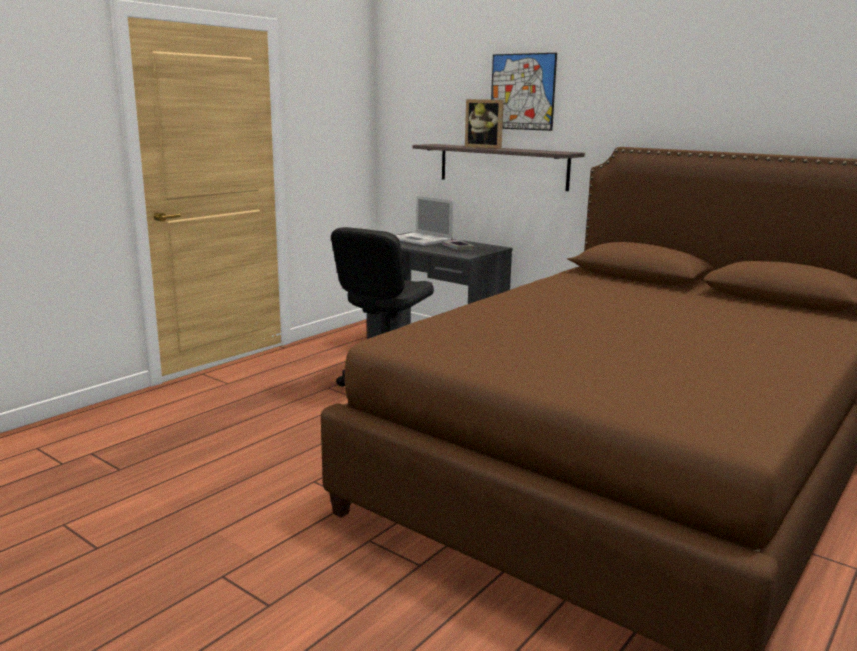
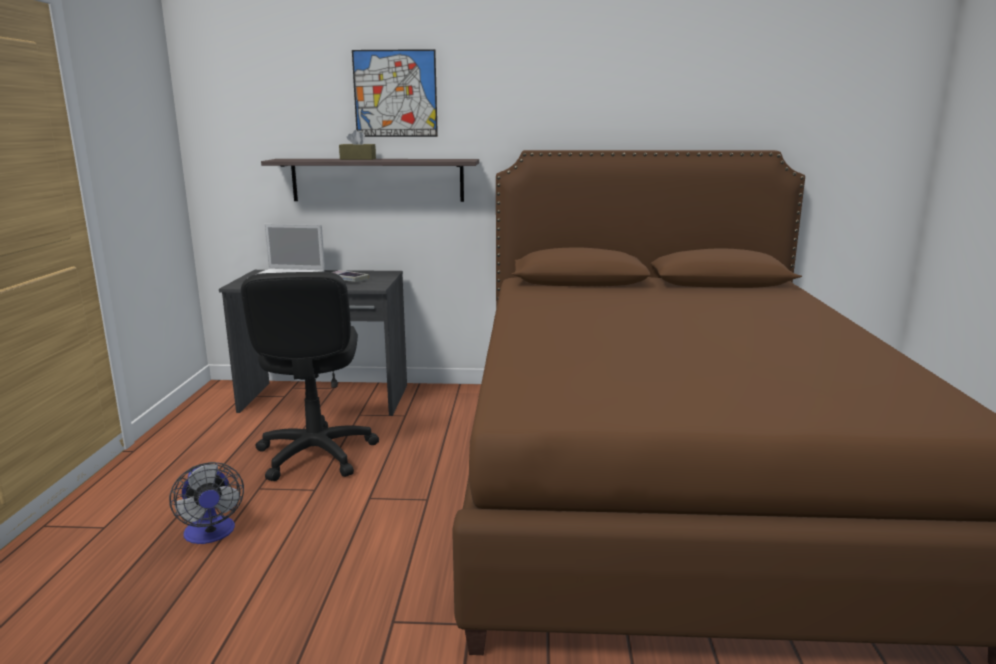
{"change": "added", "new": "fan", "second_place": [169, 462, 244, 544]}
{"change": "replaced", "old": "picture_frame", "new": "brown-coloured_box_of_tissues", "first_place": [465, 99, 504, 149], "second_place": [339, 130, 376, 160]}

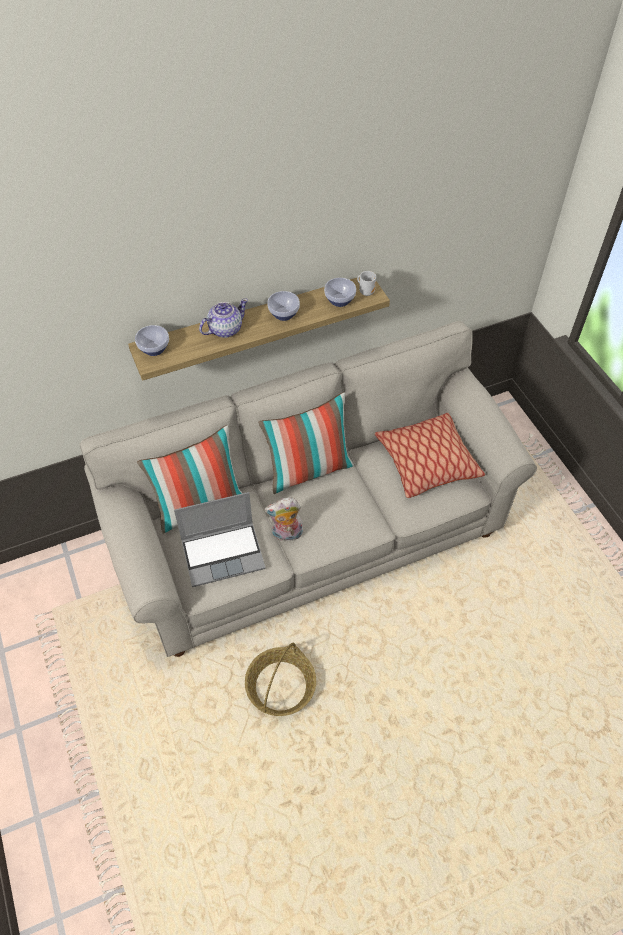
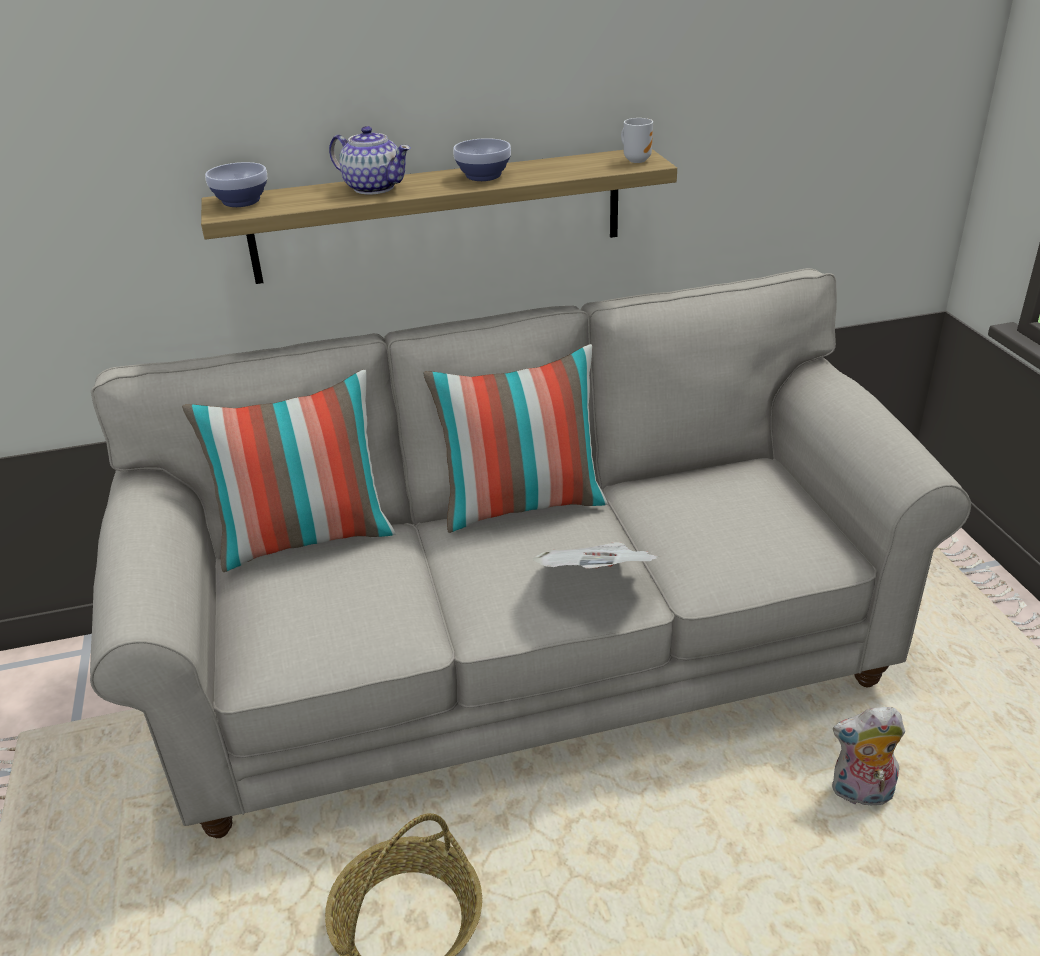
{"change": "turned", "old": "tea_pot", "first_place": [199, 298, 248, 338], "second_place": [329, 126, 411, 194], "degrees": 60}
{"change": "added", "new": "newspaper", "second_place": [533, 542, 660, 569]}
{"change": "moved", "old": "soft_toy", "first_place": [264, 497, 303, 541], "second_place": [832, 707, 905, 805]}
{"change": "removed", "old": "laptop", "first_place": [174, 492, 266, 587]}
{"change": "removed", "old": "serving_bowl", "first_place": [324, 278, 356, 307]}
{"change": "removed", "old": "pillow", "first_place": [375, 413, 485, 498]}

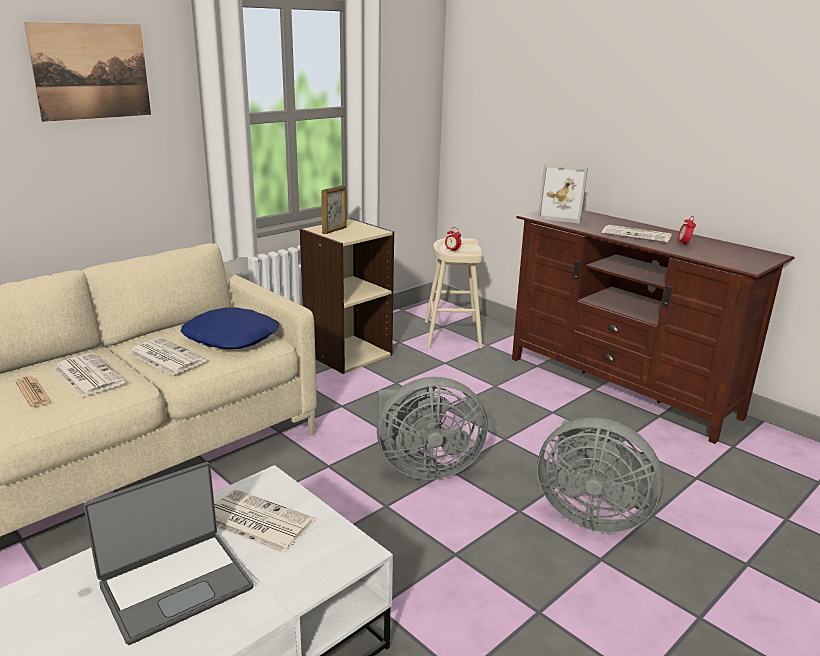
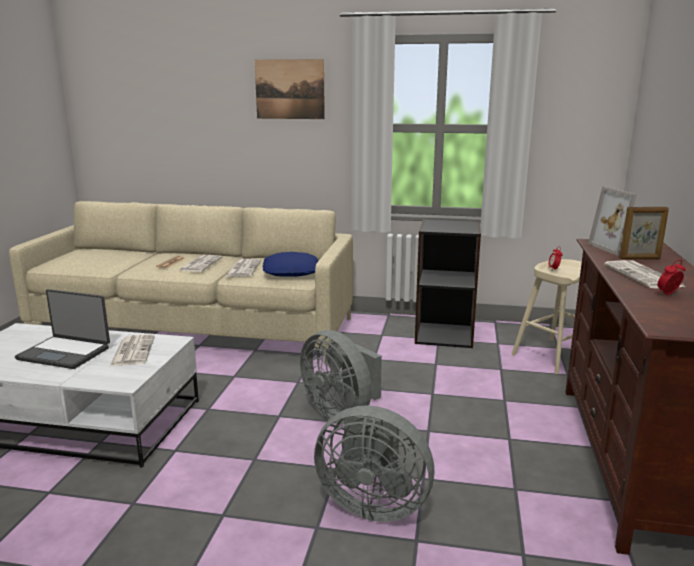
{"change": "turned", "old": "greyish_fan", "first_place": [537, 417, 664, 533], "second_place": [314, 405, 434, 522], "degrees": -60}
{"change": "recoloured", "old": "beige-coloured_shelving_unit", "new": "black-coloured_shelving_unit", "first_place": [300, 219, 394, 374], "second_place": [415, 219, 481, 348]}
{"change": "moved", "old": "picture_frame", "first_place": [321, 185, 347, 234], "second_place": [619, 207, 669, 259]}

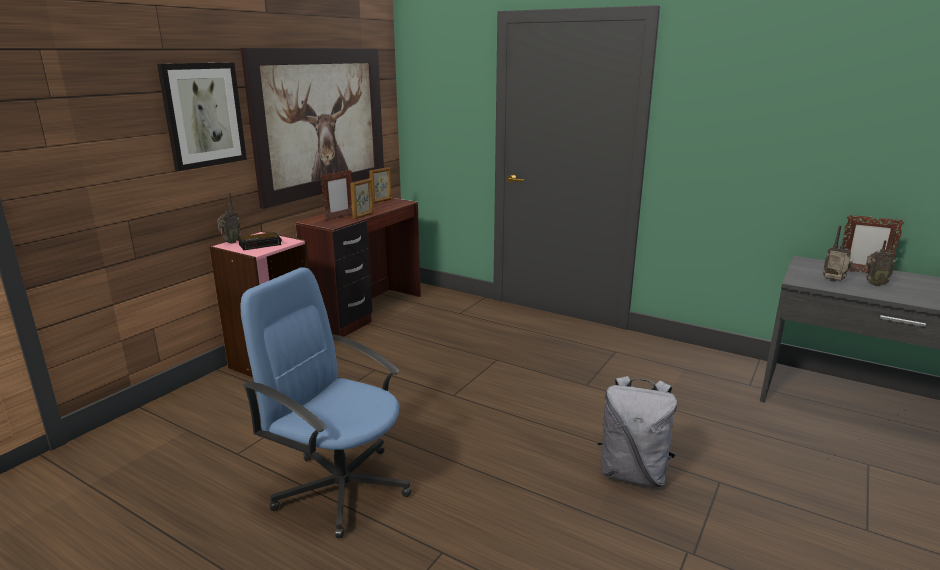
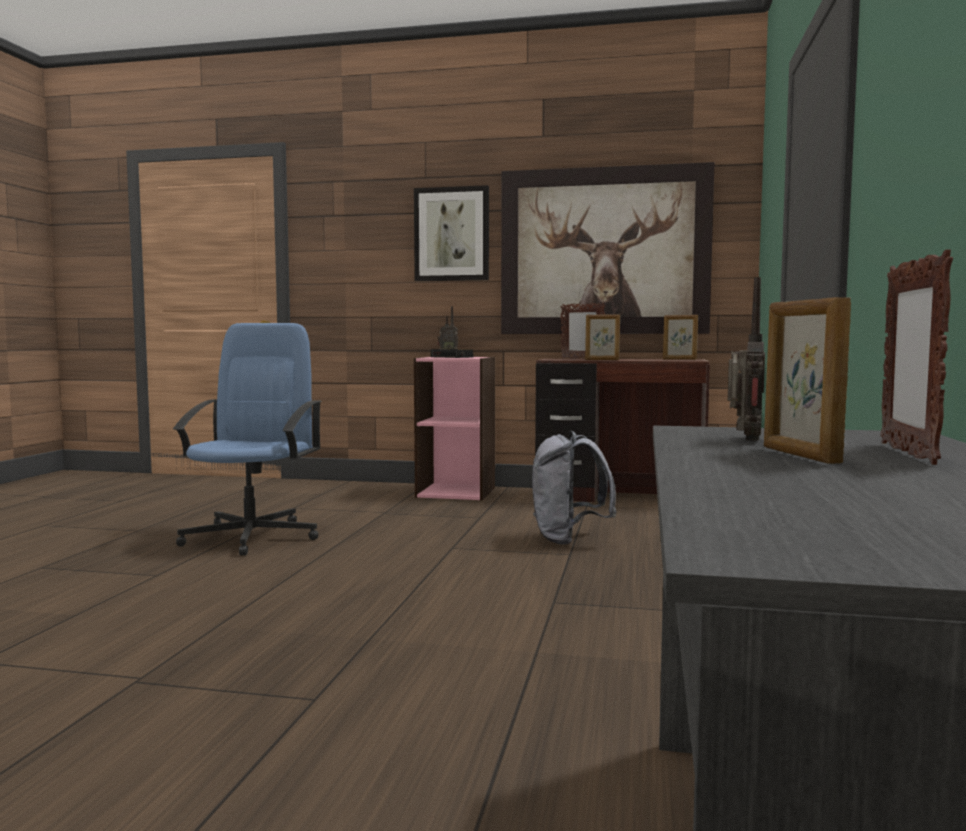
{"change": "moved", "old": "greyish_knapsack", "first_place": [598, 376, 677, 487], "second_place": [532, 431, 617, 545]}
{"change": "replaced", "old": "radio_receiver", "new": "picture_frame", "first_place": [865, 230, 896, 286], "second_place": [764, 297, 851, 464]}

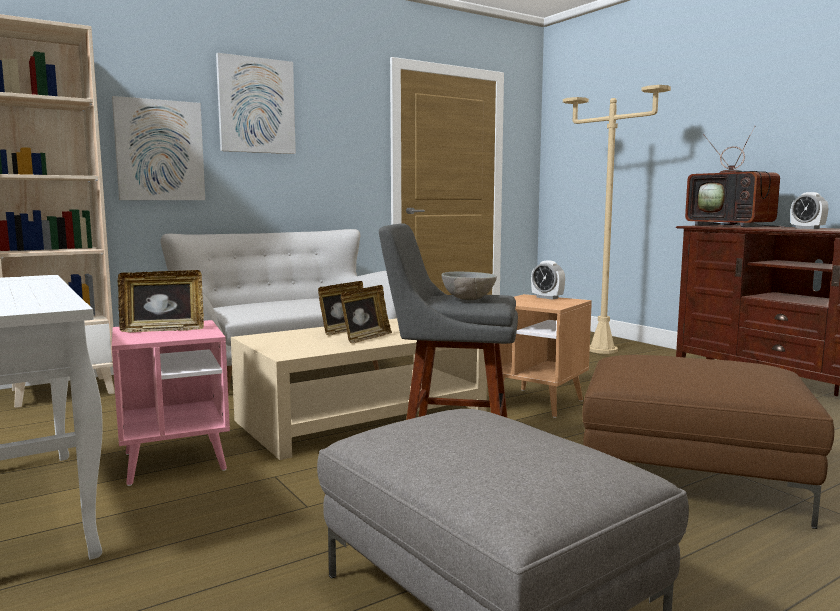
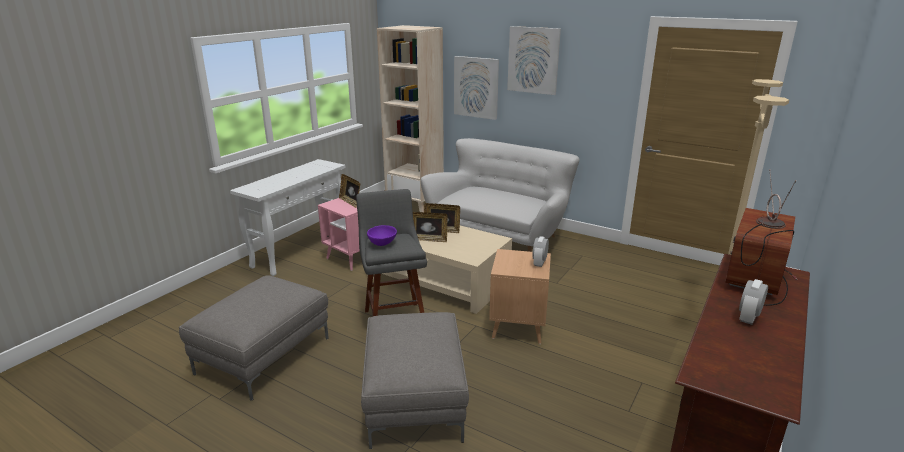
{"change": "recoloured", "old": "brown-coloured_ottoman", "new": "greyish_ottoman", "first_place": [582, 355, 834, 529], "second_place": [361, 312, 469, 449]}
{"change": "recoloured", "old": "greyish_serving_bowl", "new": "purplish_serving_bowl", "first_place": [441, 272, 497, 300], "second_place": [367, 225, 397, 246]}

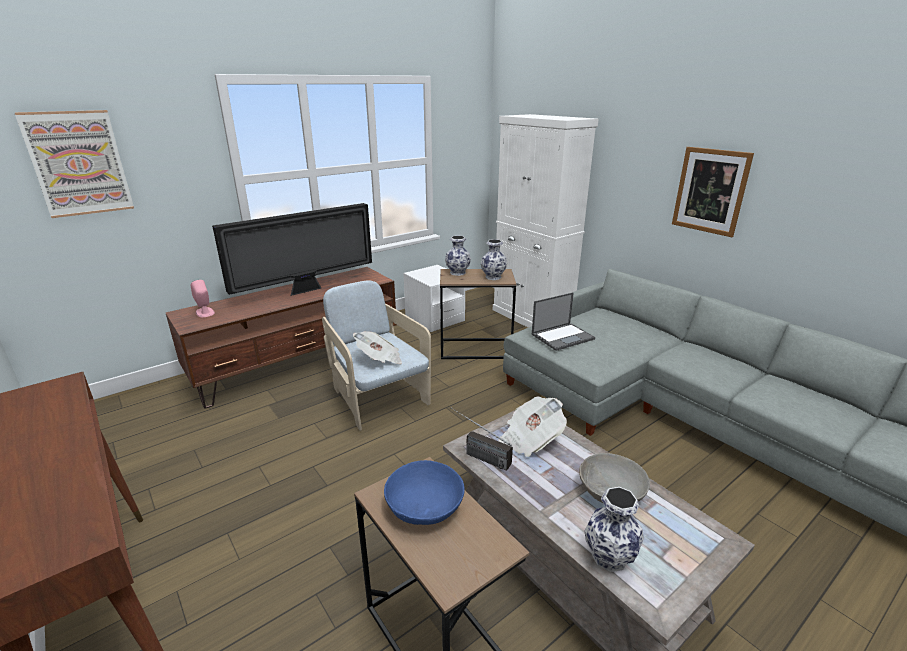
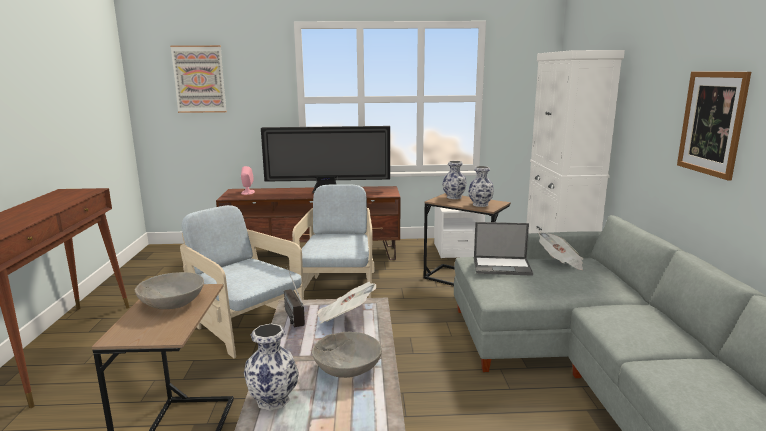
{"change": "recoloured", "old": "blue_serving_bowl", "new": "greyish_serving_bowl", "first_place": [384, 460, 465, 525], "second_place": [135, 272, 204, 309]}
{"change": "added", "new": "beige-coloured_lounge_chair", "second_place": [180, 205, 303, 358]}
{"change": "moved", "old": "newspaper", "first_place": [353, 331, 402, 364], "second_place": [539, 232, 583, 270]}

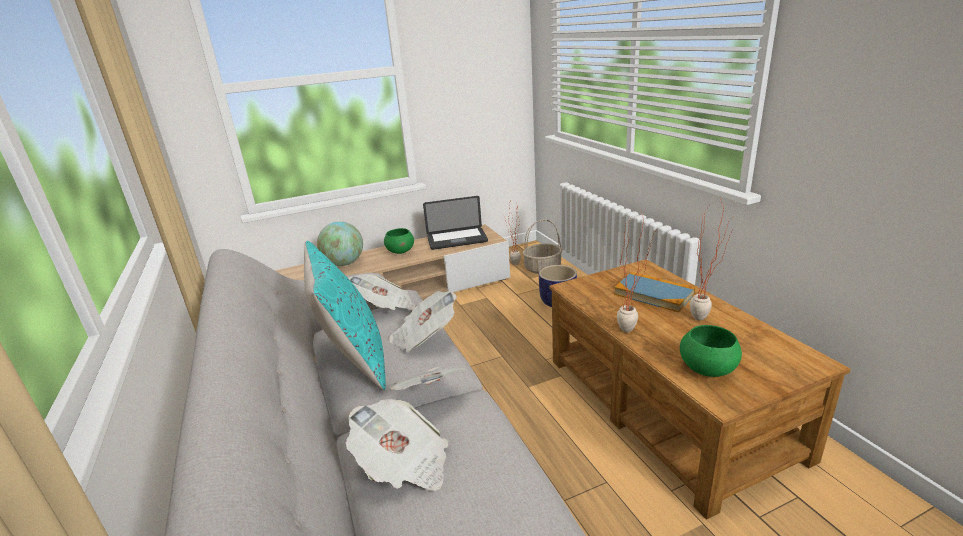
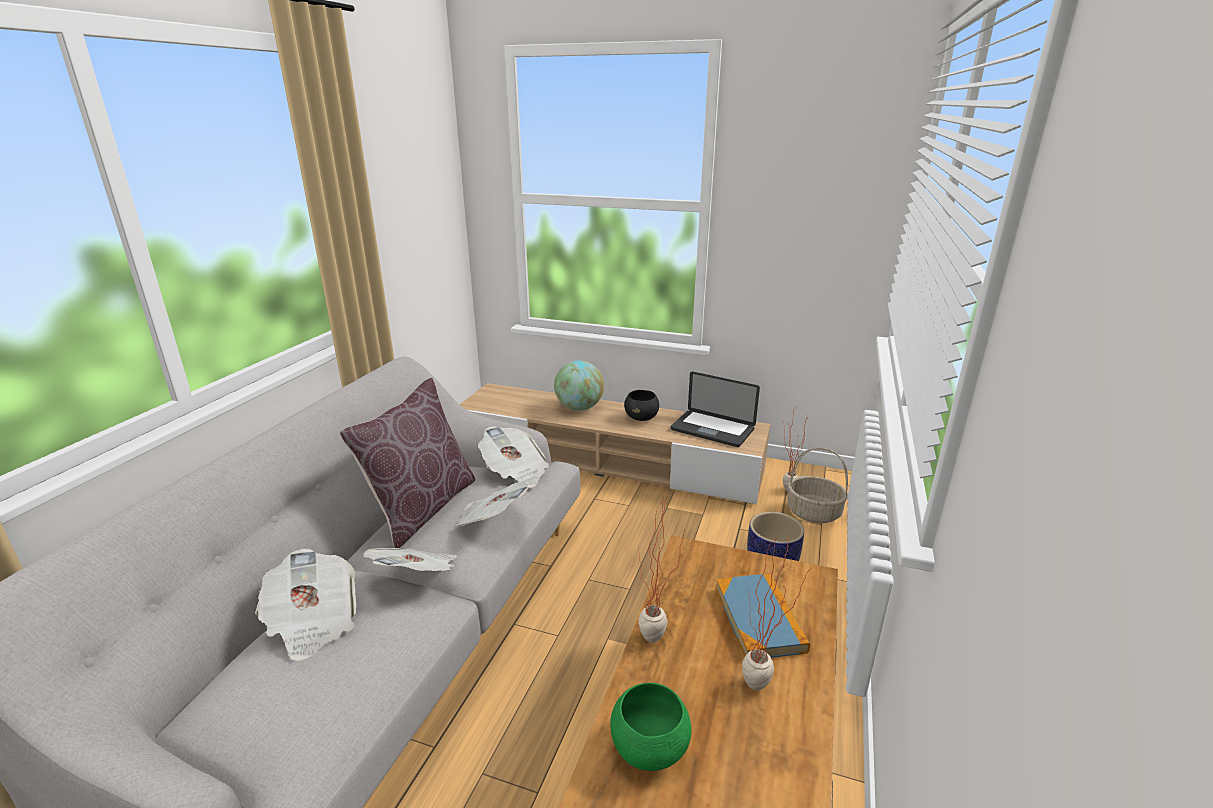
{"change": "recoloured", "old": "blue-green_pillow", "new": "brown-coloured_pillow", "first_place": [304, 241, 386, 390], "second_place": [340, 378, 475, 548]}
{"change": "recoloured", "old": "green_serving_bowl", "new": "black-coloured_serving_bowl", "first_place": [384, 228, 414, 254], "second_place": [624, 390, 659, 421]}

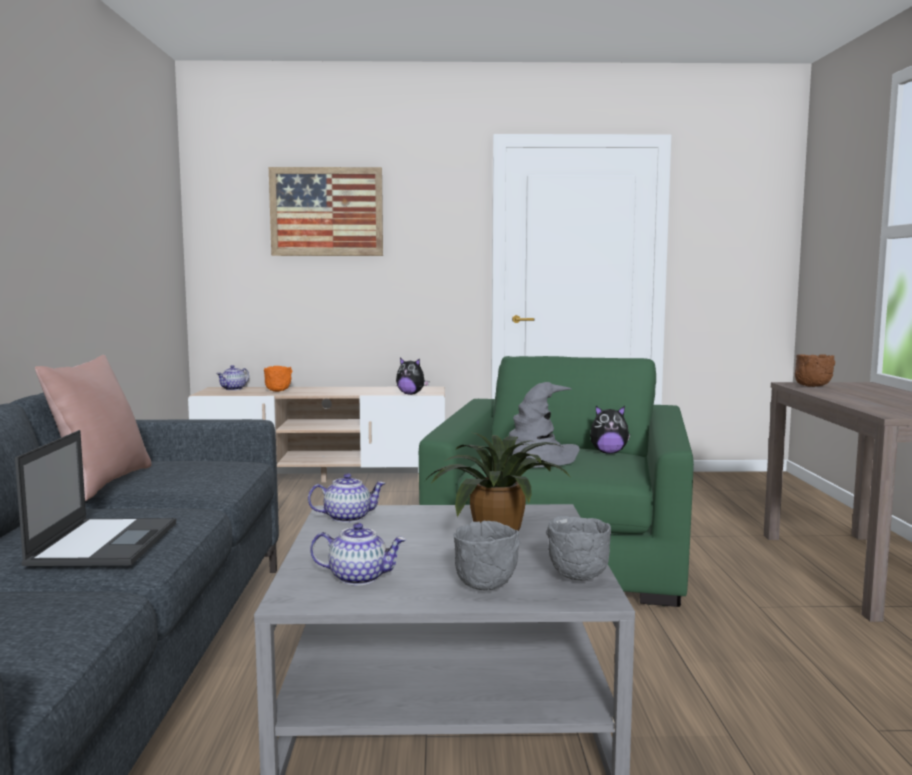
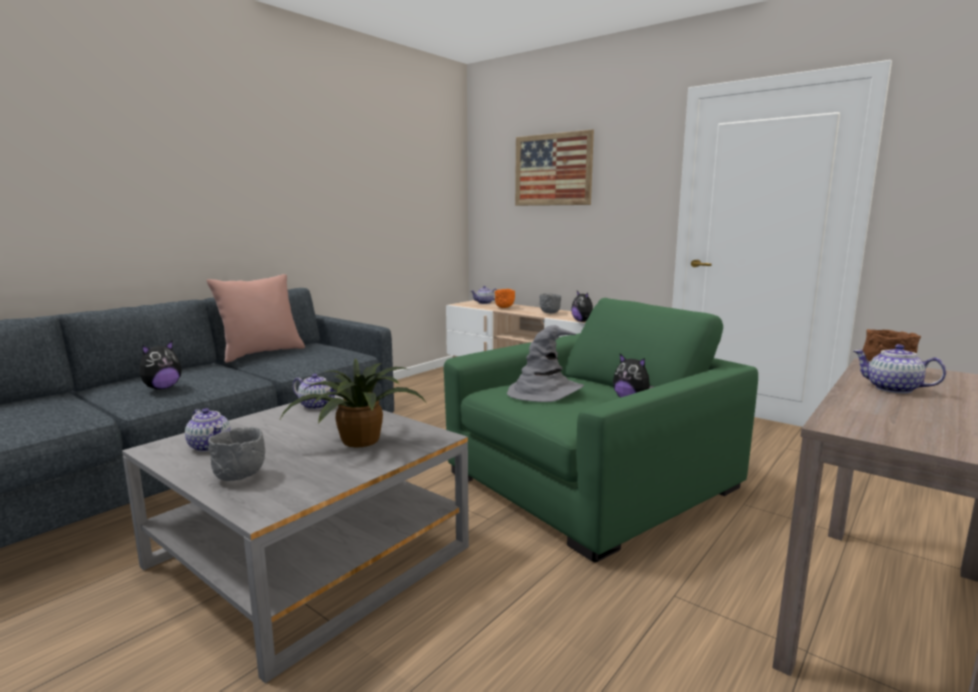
{"change": "replaced", "old": "laptop", "new": "soft_toy", "first_place": [15, 430, 176, 566], "second_place": [139, 341, 182, 390]}
{"change": "moved", "old": "greyish_serving_bowl", "first_place": [546, 516, 611, 581], "second_place": [539, 293, 561, 313]}
{"change": "added", "new": "tea_pot", "second_place": [854, 344, 946, 394]}

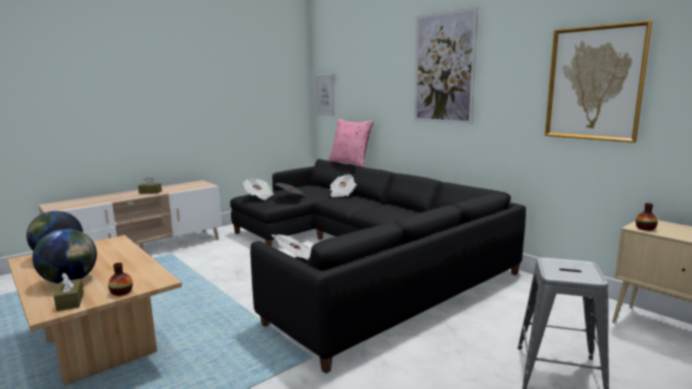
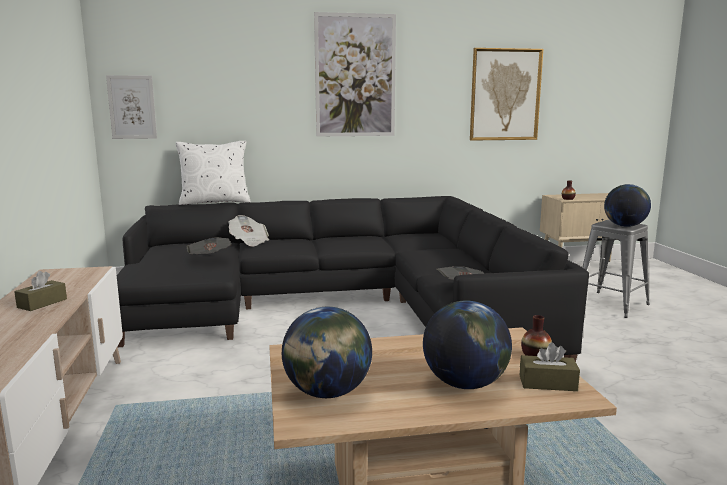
{"change": "recoloured", "old": "pink-coloured_pillow", "new": "whitish_pillow", "first_place": [328, 119, 374, 167], "second_place": [176, 141, 251, 205]}
{"change": "added", "new": "desk_globe", "second_place": [604, 184, 651, 227]}
{"change": "removed", "old": "newspaper", "first_place": [243, 178, 274, 200]}

